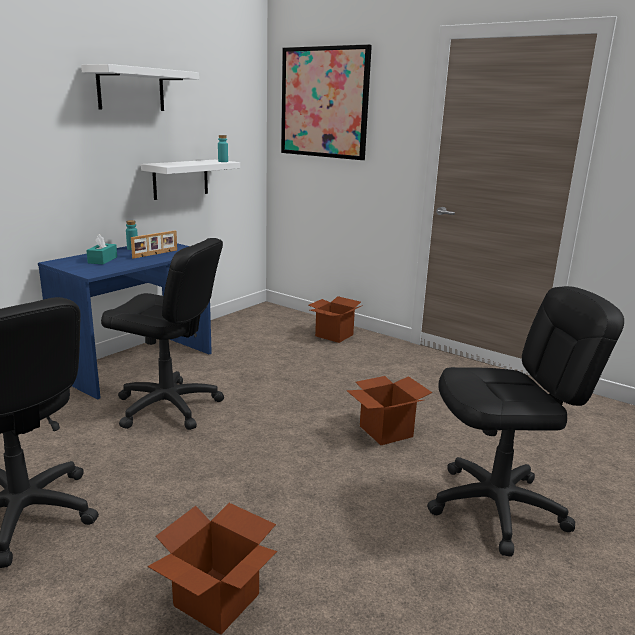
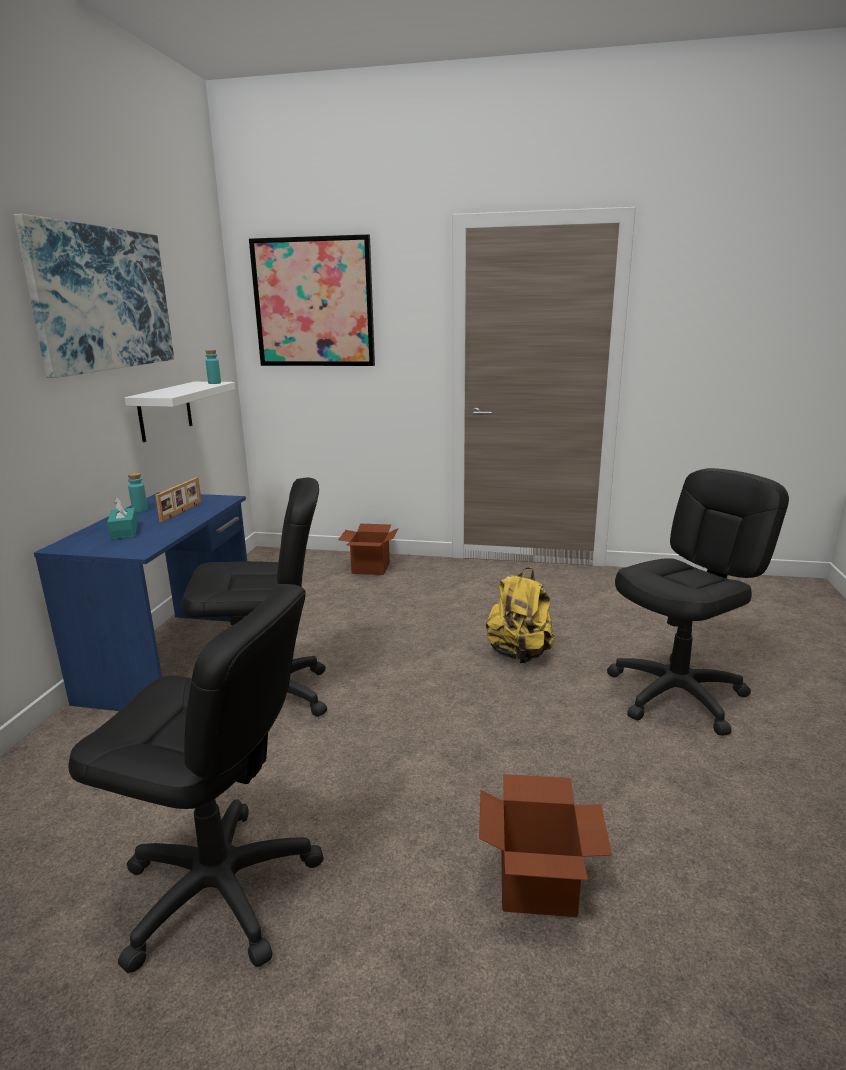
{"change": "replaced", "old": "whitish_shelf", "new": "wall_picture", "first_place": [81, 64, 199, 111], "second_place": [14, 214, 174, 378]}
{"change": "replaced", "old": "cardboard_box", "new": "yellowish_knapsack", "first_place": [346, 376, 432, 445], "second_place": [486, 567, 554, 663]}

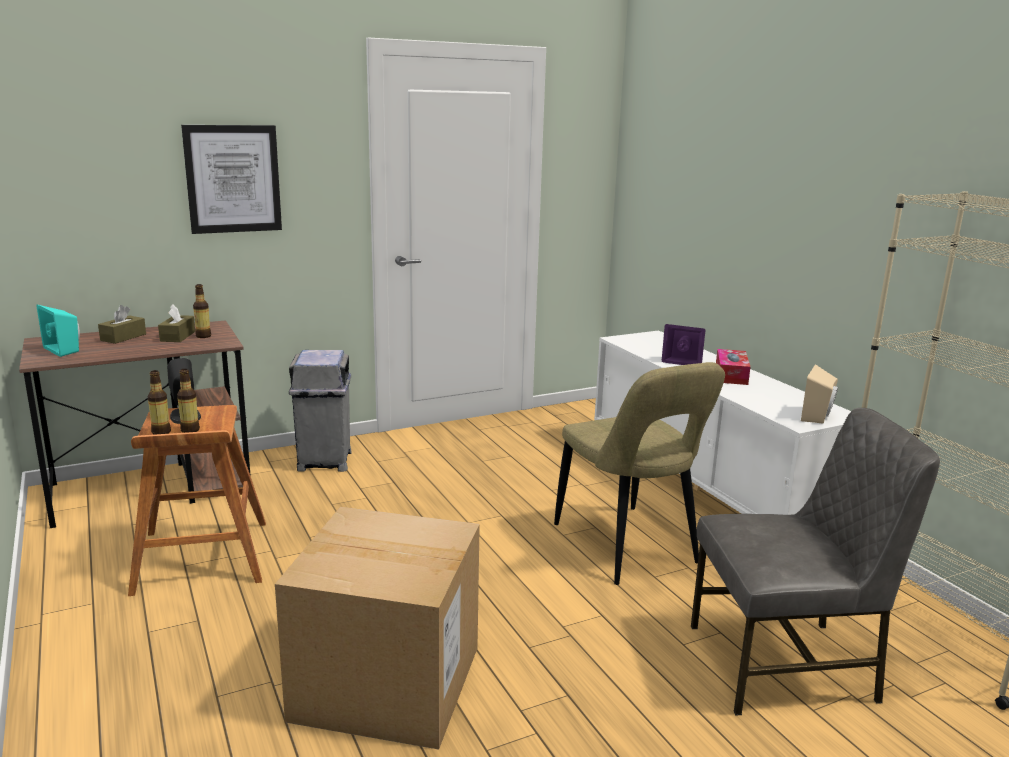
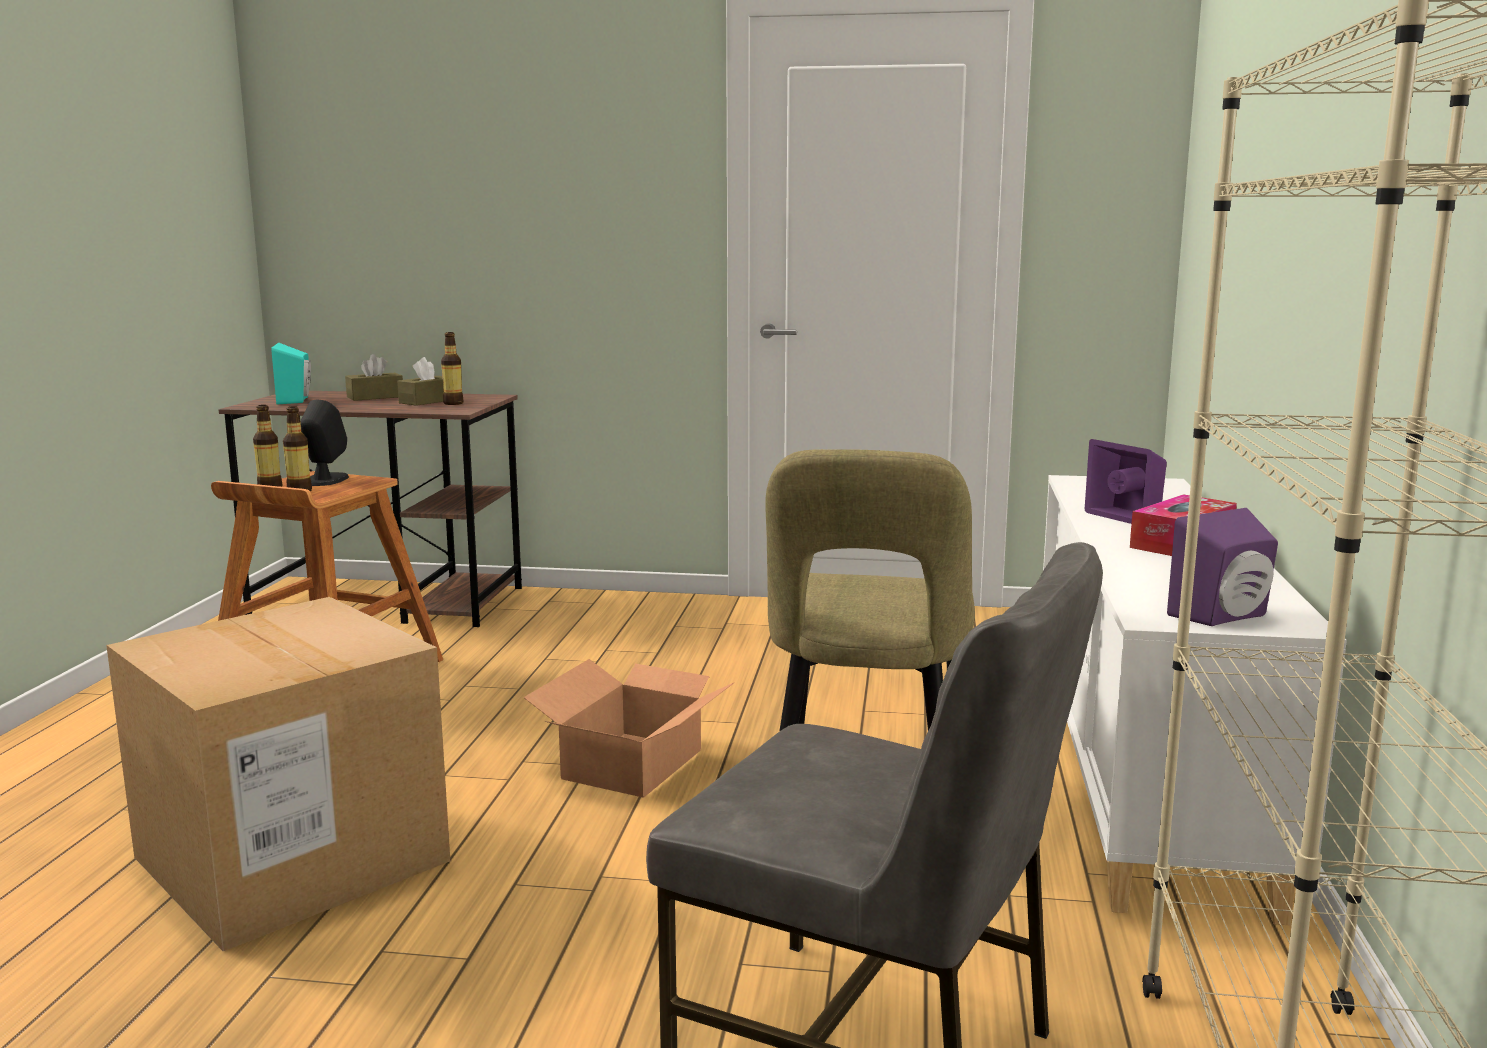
{"change": "added", "new": "cardboard_box", "second_place": [523, 659, 735, 798]}
{"change": "recoloured", "old": "beige-coloured_audio_speaker", "new": "purplish_audio_speaker", "first_place": [801, 364, 838, 423], "second_place": [1167, 508, 1278, 626]}
{"change": "removed", "old": "wall_picture", "first_place": [181, 125, 282, 234]}
{"change": "removed", "old": "greyish_waste_bin", "first_place": [289, 350, 352, 472]}

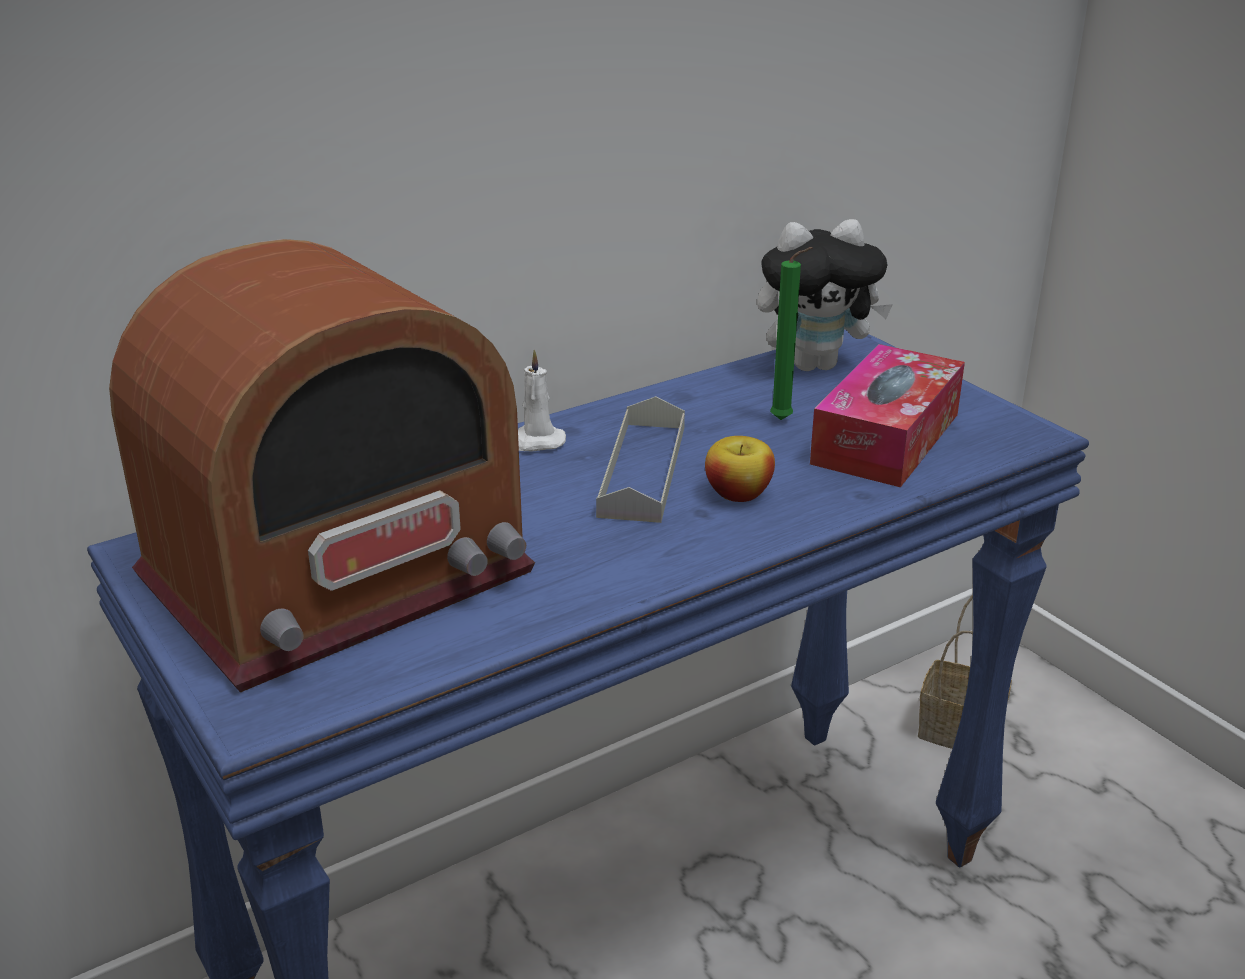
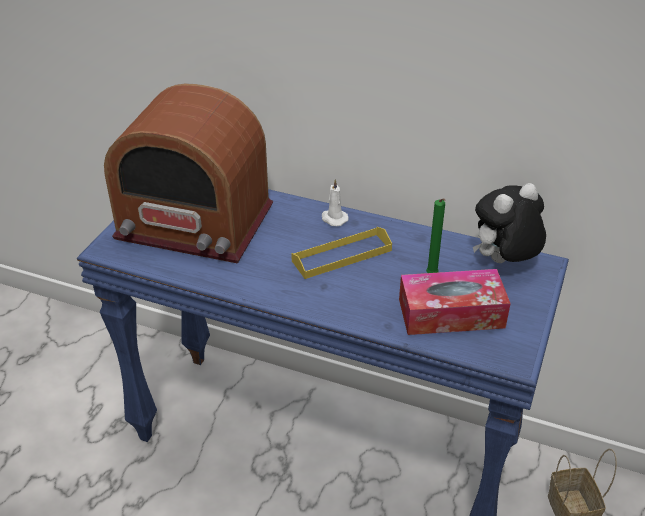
{"change": "recoloured", "old": "greyish_serving_tray", "new": "yellowish_serving_tray", "first_place": [596, 396, 685, 523], "second_place": [291, 227, 392, 279]}
{"change": "turned", "old": "soft_toy", "first_place": [757, 219, 893, 371], "second_place": [473, 183, 546, 263], "degrees": 105}
{"change": "removed", "old": "apple_fruit", "first_place": [705, 436, 775, 502]}

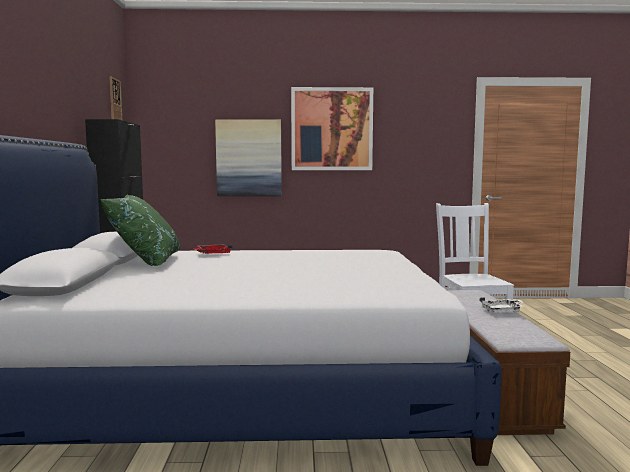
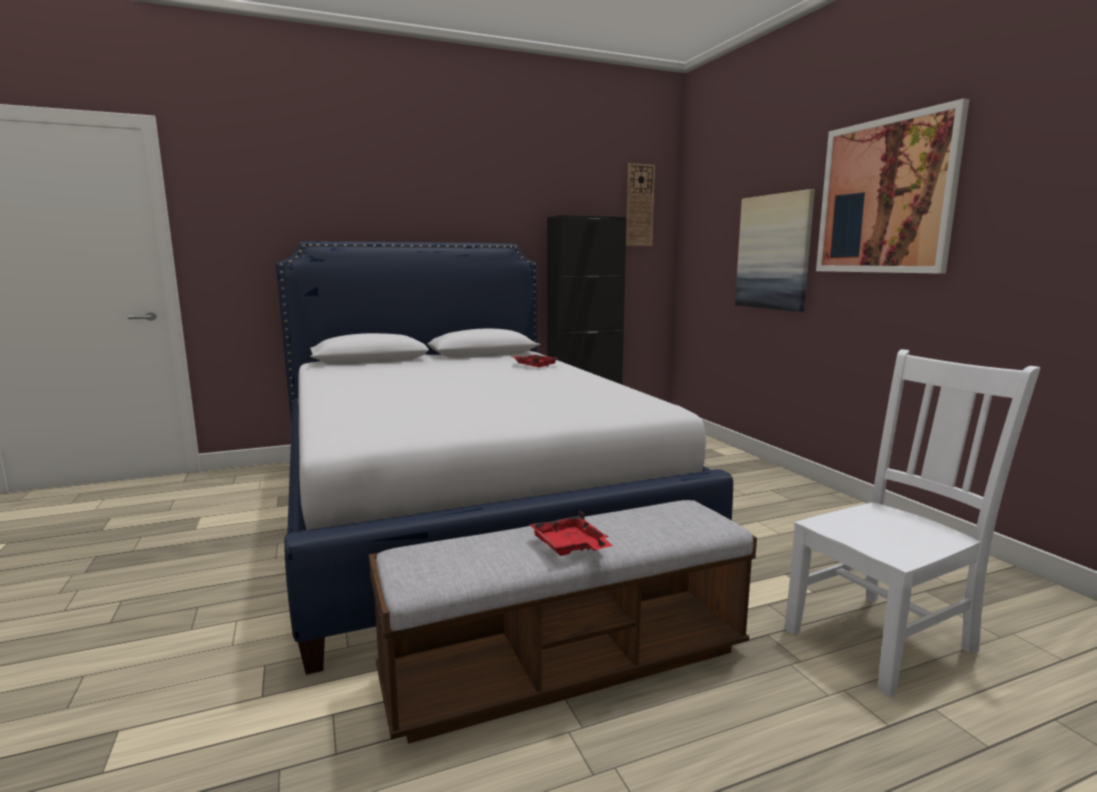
{"change": "recoloured", "old": "whitish_serving_tray", "new": "reddish_serving_tray", "first_place": [479, 297, 525, 313], "second_place": [529, 511, 613, 556]}
{"change": "removed", "old": "green_pillow", "first_place": [100, 195, 180, 266]}

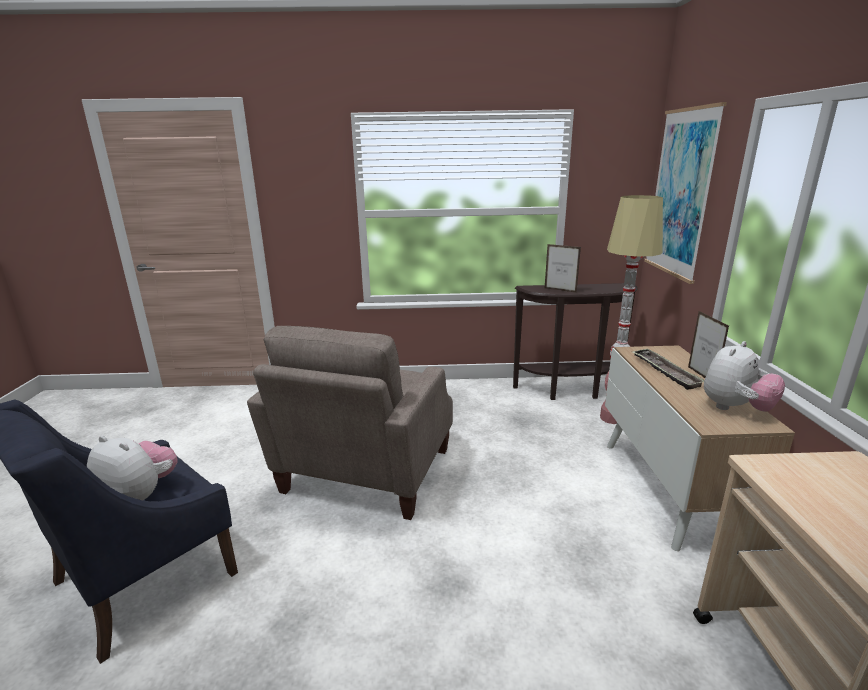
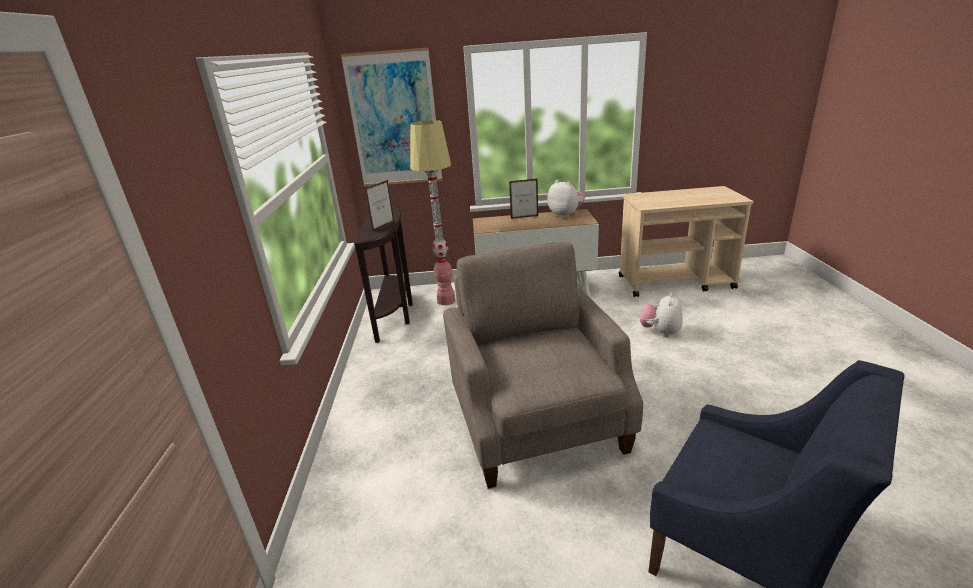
{"change": "turned", "old": "beige-coloured_lounge_chair", "first_place": [247, 326, 453, 520], "second_place": [443, 242, 643, 489], "degrees": -120}
{"change": "moved", "old": "soft_toy", "first_place": [87, 436, 178, 501], "second_place": [640, 293, 683, 337]}
{"change": "removed", "old": "serving_tray", "first_place": [633, 348, 704, 390]}

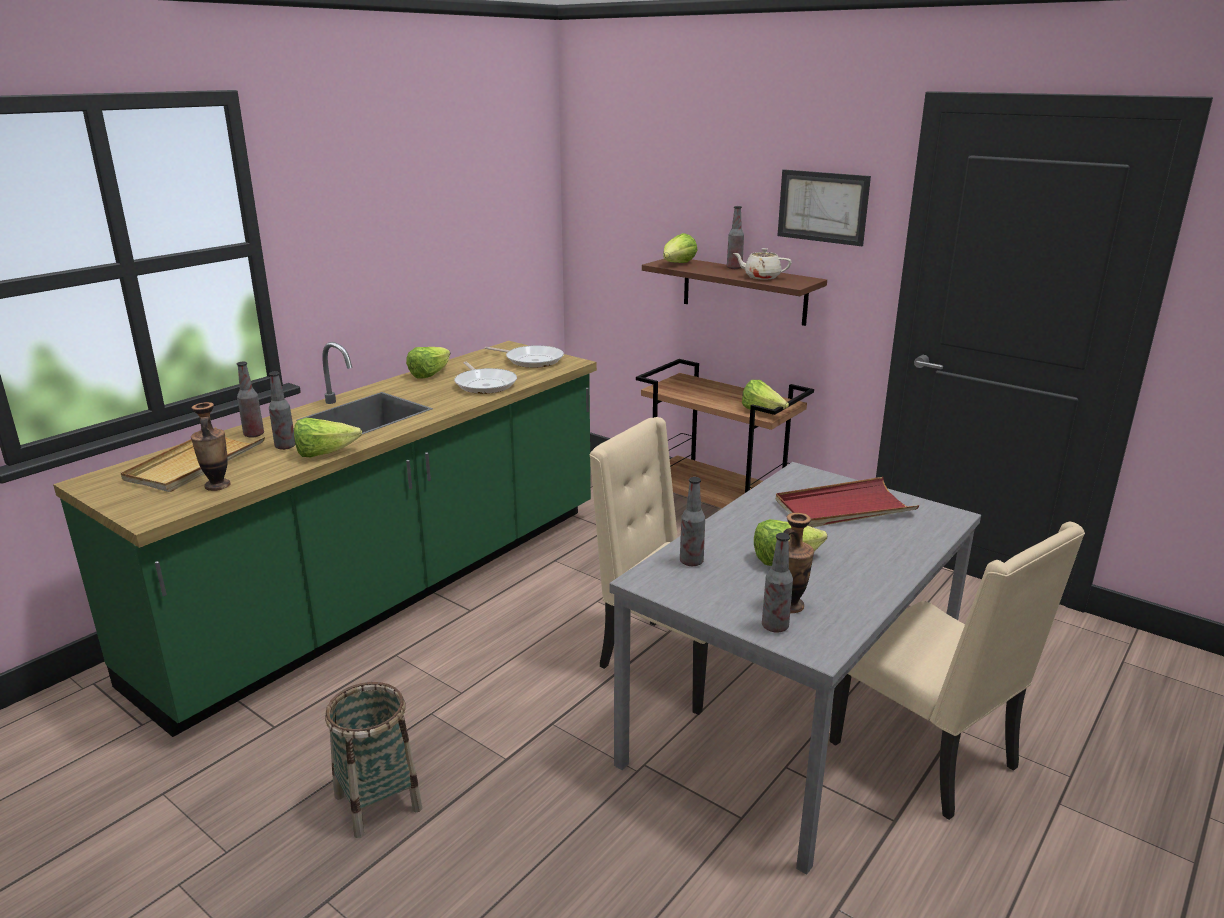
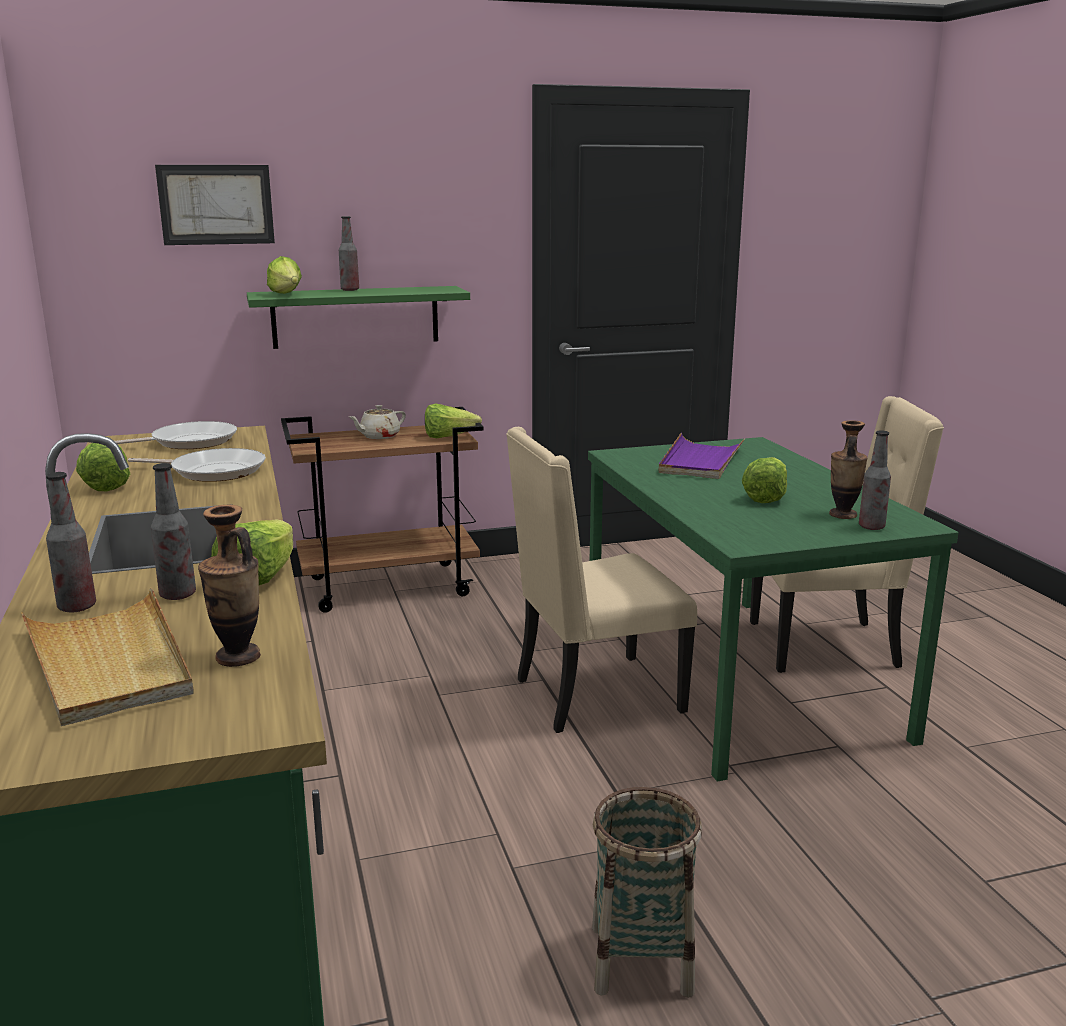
{"change": "moved", "old": "wall_picture", "first_place": [777, 169, 871, 246], "second_place": [155, 165, 275, 245]}
{"change": "recoloured", "old": "brown-coloured_shelf", "new": "green_shelf", "first_place": [642, 259, 827, 326], "second_place": [247, 286, 470, 349]}
{"change": "moved", "old": "beige-coloured_tea_pot", "first_place": [733, 248, 792, 280], "second_place": [349, 405, 406, 439]}
{"change": "recoloured", "old": "greyish_dining_table", "new": "green_dining_table", "first_place": [610, 462, 981, 875], "second_place": [588, 437, 959, 781]}
{"change": "recoloured", "old": "reddish_serving_tray", "new": "purplish_serving_tray", "first_place": [776, 477, 919, 527], "second_place": [659, 433, 745, 479]}
{"change": "removed", "old": "drink_bottle", "first_place": [680, 477, 705, 566]}

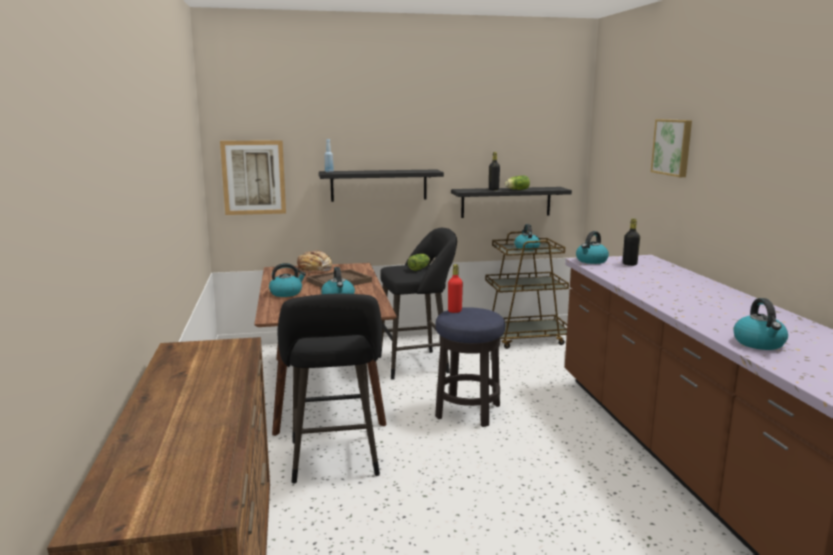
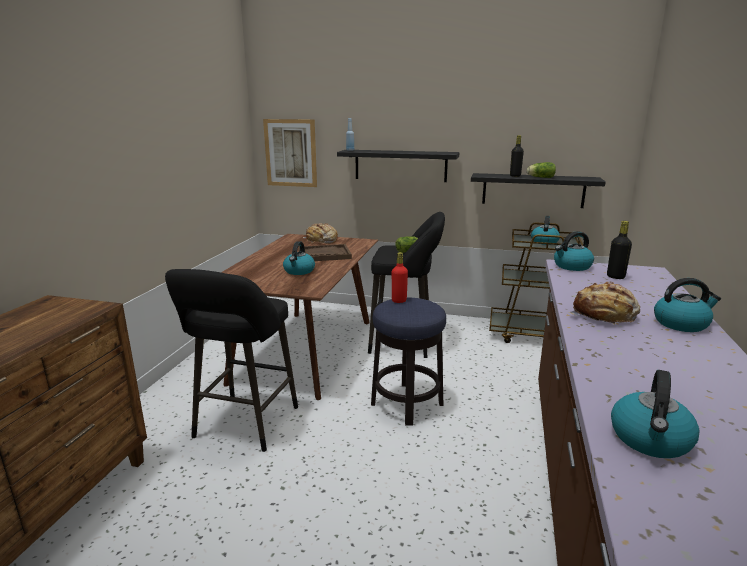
{"change": "added", "new": "baked_bread", "second_place": [568, 281, 640, 325]}
{"change": "moved", "old": "kettle", "first_place": [269, 263, 306, 297], "second_place": [654, 278, 721, 332]}
{"change": "removed", "old": "wall_picture", "first_place": [651, 119, 692, 177]}

